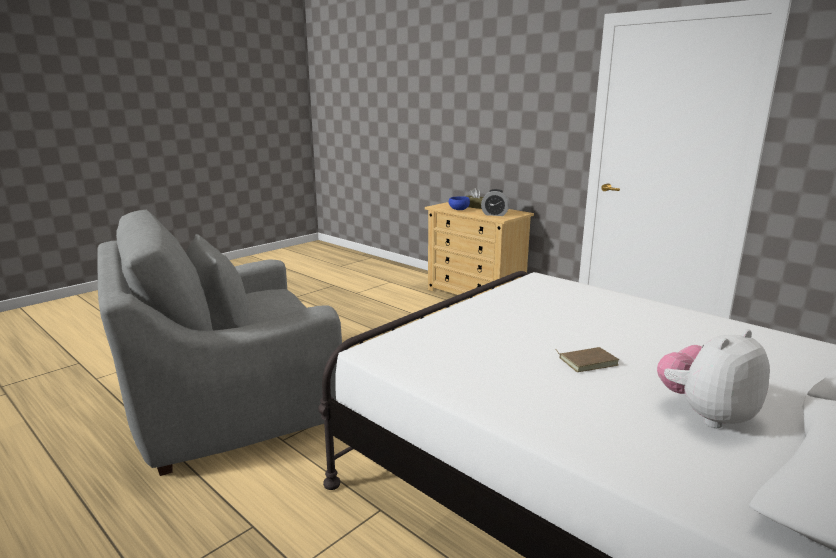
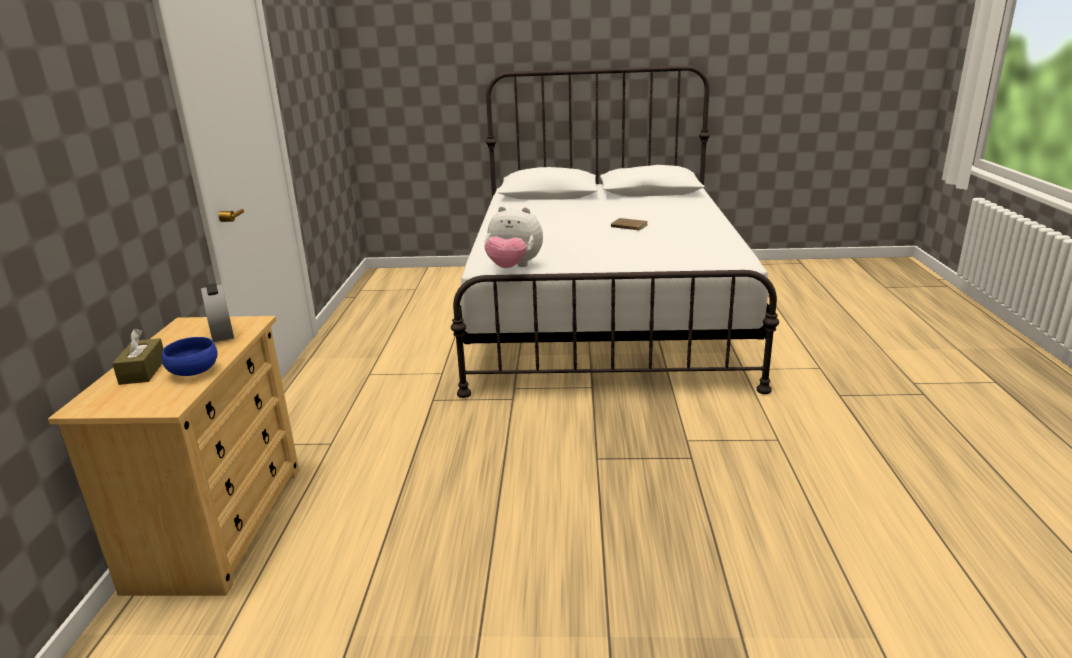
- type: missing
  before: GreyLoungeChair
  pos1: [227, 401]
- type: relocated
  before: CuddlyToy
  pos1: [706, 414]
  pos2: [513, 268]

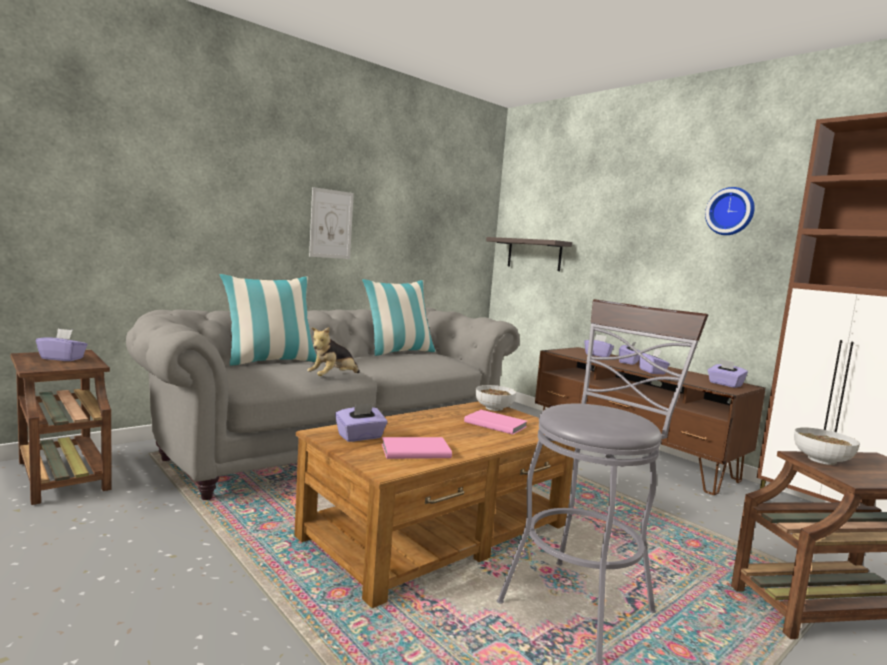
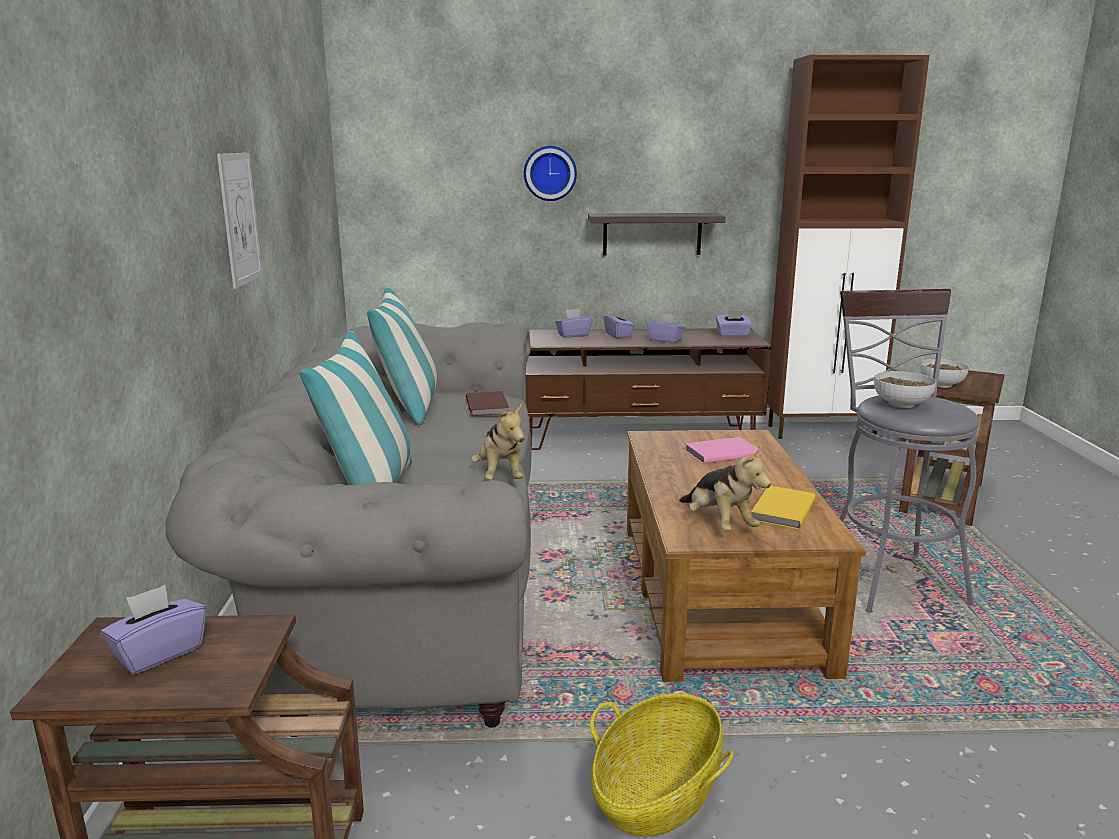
- type: relocated
  before: ClockOnTheWall
  pos1: [731, 211]
  pos2: [550, 173]
- type: relocated
  before: BracketShelf
  pos1: [534, 254]
  pos2: [652, 234]
- type: relocated
  before: ServingBowl
  pos1: [494, 408]
  pos2: [902, 404]
- type: exchanged
  before: PurpleBoxOfTissues
  after: CuddlyToy
  pos1: [360, 437]
  pos2: [719, 524]
- type: colour
  before: PinkishBoundBook
  after: YellowBoundBook
  pos1: [414, 450]
  pos2: [781, 510]
- type: appeared
  after: BrownishBoundBook
  pos2: [488, 406]
- type: appeared
  after: HouseholdBasket
  pos2: [657, 794]

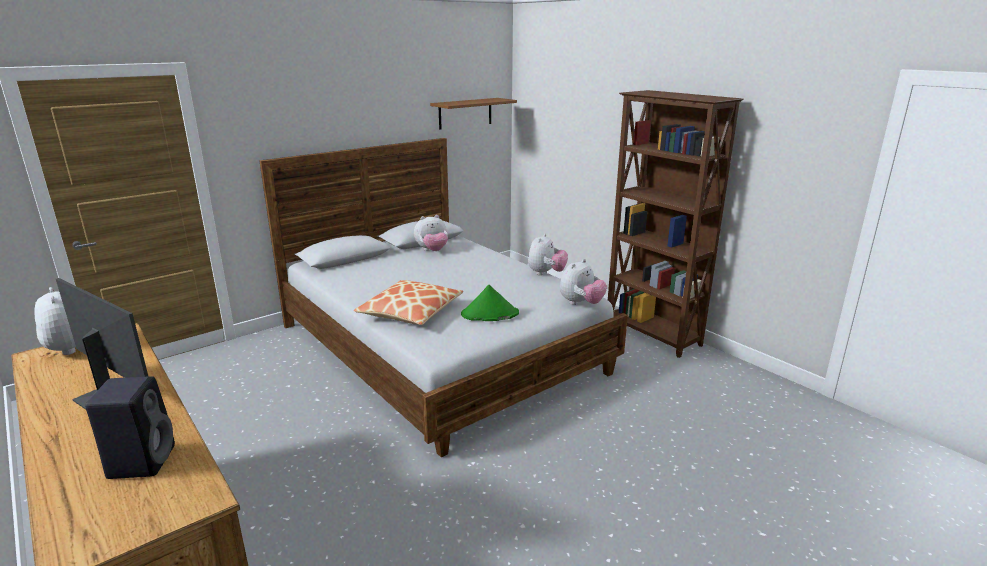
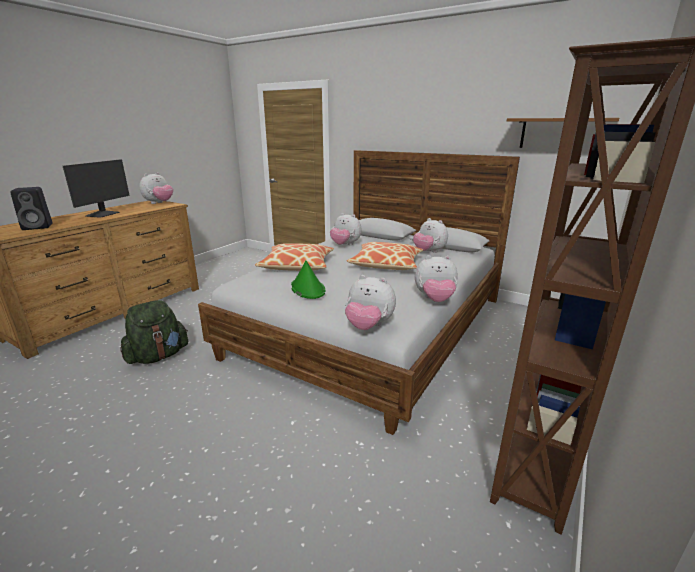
- type: appeared
  after: CuddlyToy
  pos2: [345, 245]
- type: appeared
  after: Cushion
  pos2: [386, 264]
- type: appeared
  after: GreenColouredBackpack
  pos2: [158, 356]

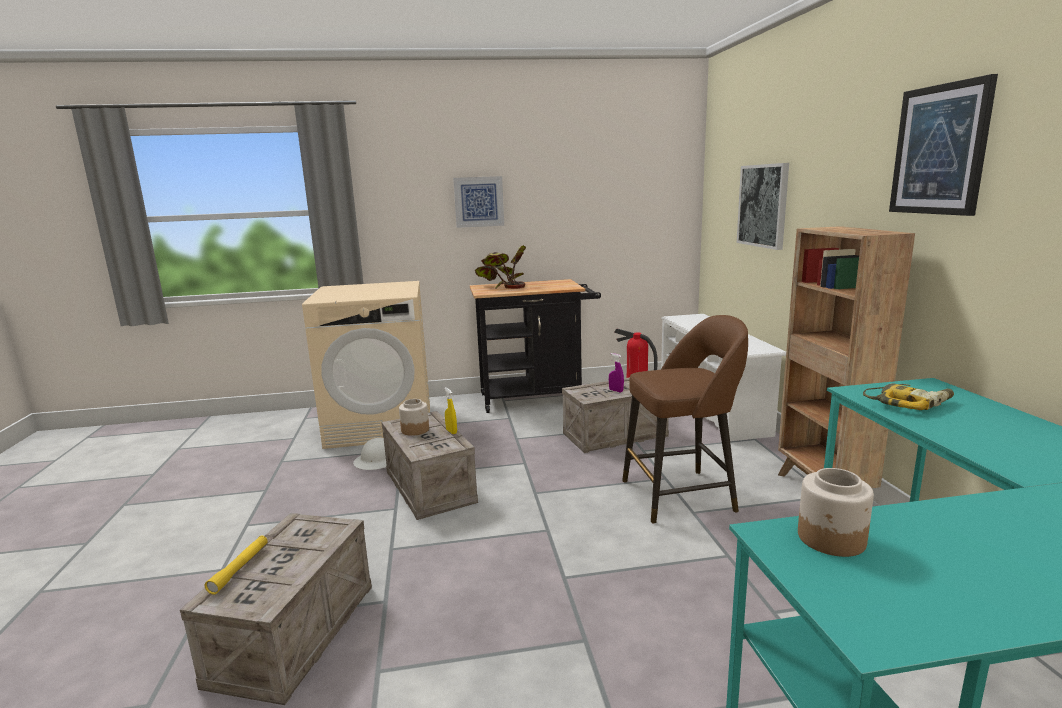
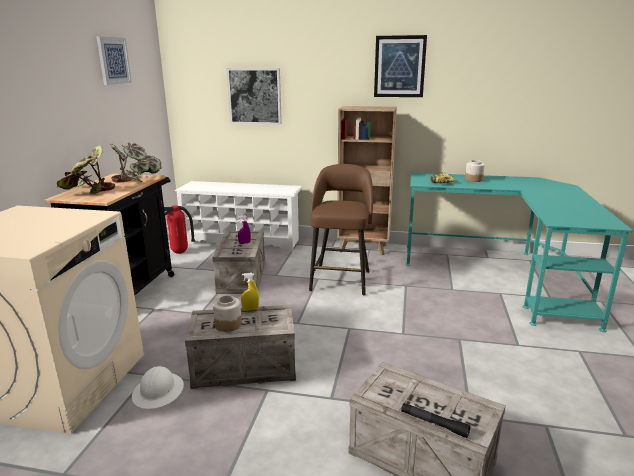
- type: relocated
  before: WallPicture
  pos1: [479, 202]
  pos2: [113, 60]
- type: relocated
  before: Jar
  pos1: [831, 539]
  pos2: [474, 180]
- type: colour
  before: YellowFlashlight
  after: BlackFlashlight
  pos1: [240, 568]
  pos2: [434, 424]
- type: appeared
  after: PlantInAPot
  pos2: [137, 179]

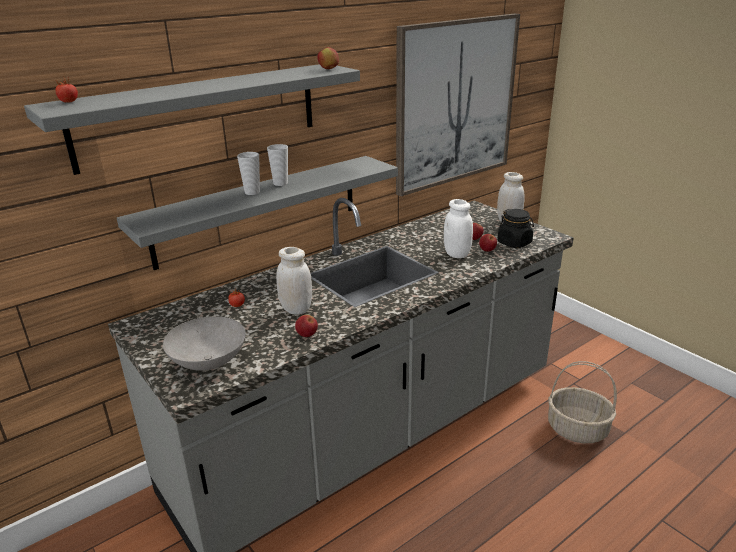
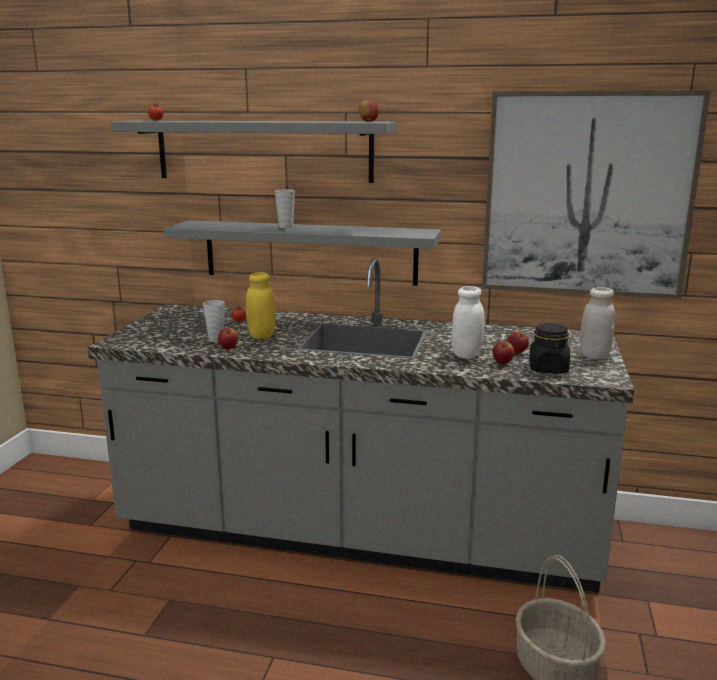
- type: relocated
  before: SmallCup
  pos1: [280, 183]
  pos2: [216, 340]
- type: colour
  before: WhiteJar
  after: YellowJar
  pos1: [296, 309]
  pos2: [261, 335]
- type: missing
  before: GreyServingBowl
  pos1: [210, 362]

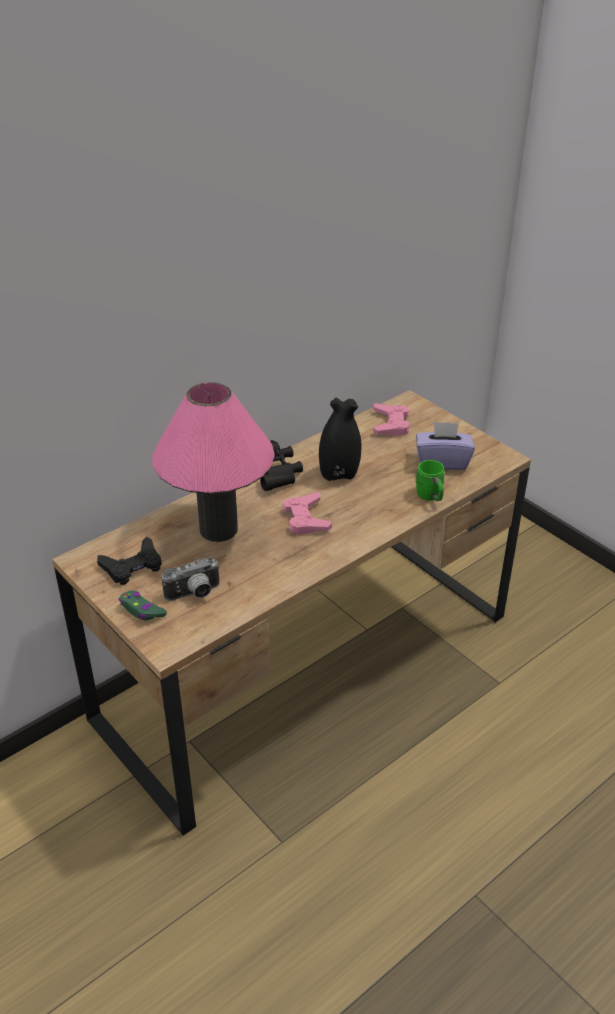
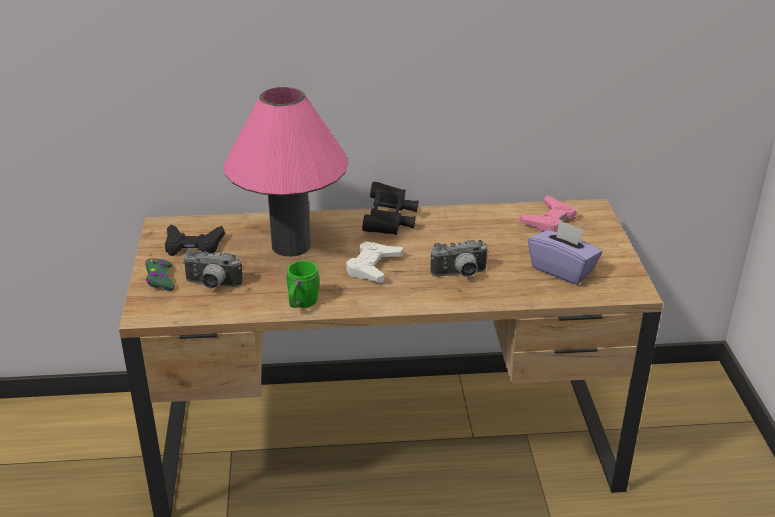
- type: missing
  before: BlackDecorativeVase
  pos1: [339, 473]
- type: relocated
  before: GreenColouredCoffeeMug
  pos1: [431, 497]
  pos2: [301, 304]
- type: colour
  before: PinkishGamepad
  after: WhiteGamepad
  pos1: [306, 518]
  pos2: [373, 266]
- type: appeared
  after: PhotoCamera
  pos2: [460, 275]

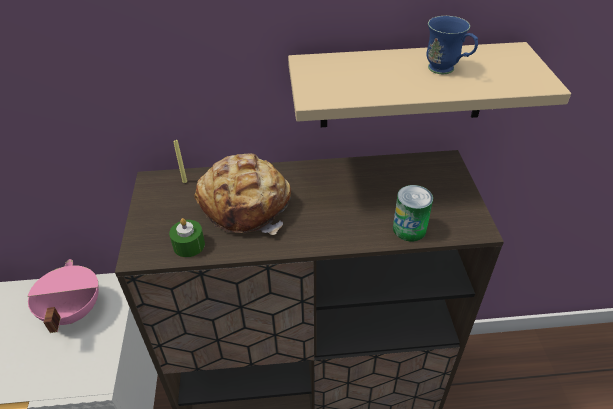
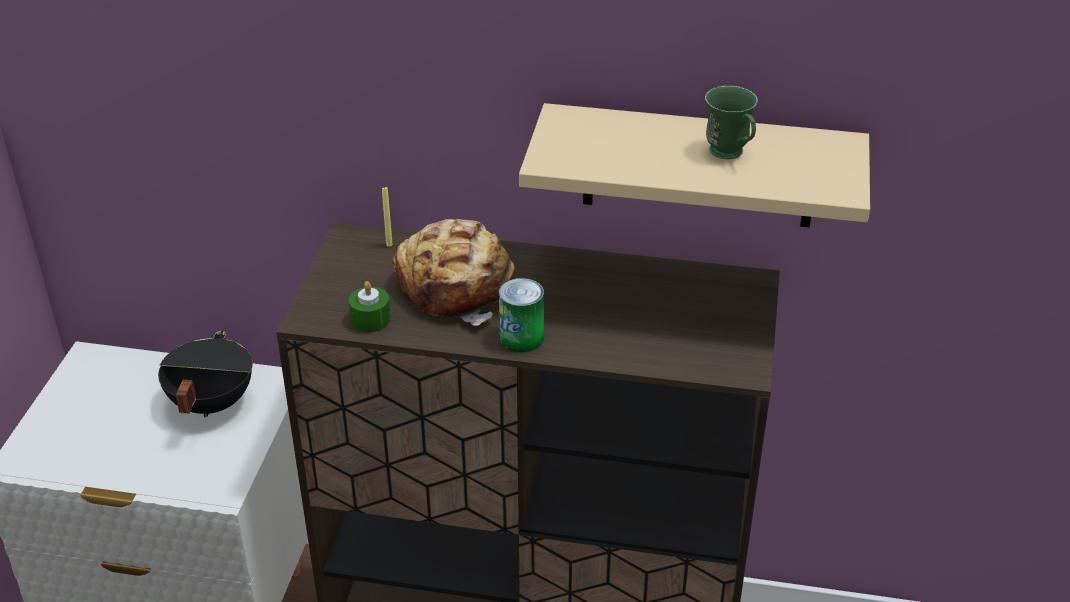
- type: colour
  before: BlueCoffeeMug
  after: GreenColouredCoffeeMug
  pos1: [446, 71]
  pos2: [731, 155]
- type: relocated
  before: SealedCan
  pos1: [409, 229]
  pos2: [521, 338]
- type: colour
  before: PinkishStockpot
  after: BlackStockpot
  pos1: [72, 311]
  pos2: [210, 403]

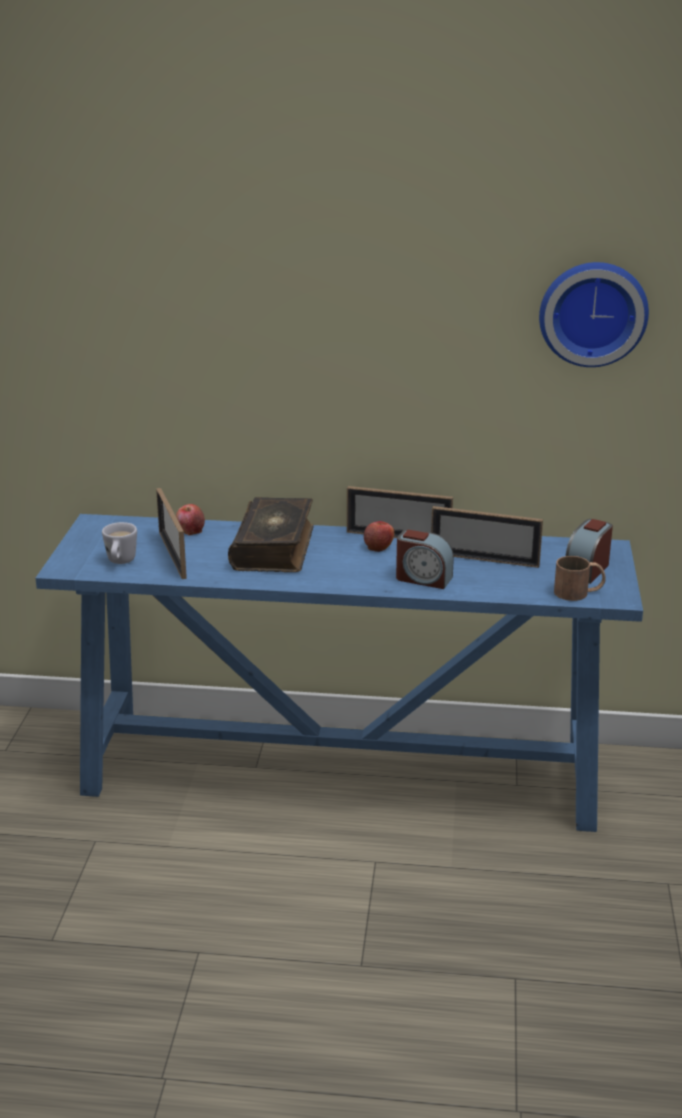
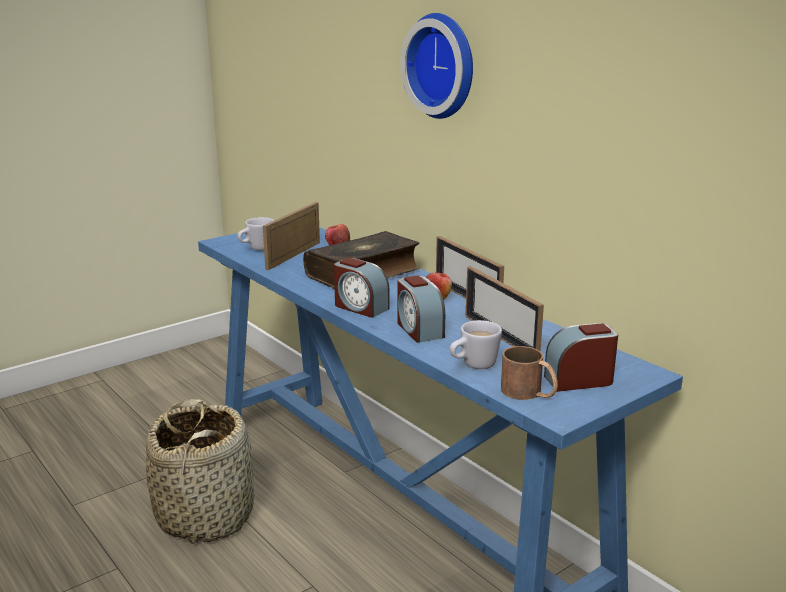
- type: relocated
  before: ClockOnTheWall
  pos1: [593, 312]
  pos2: [444, 66]
- type: appeared
  after: AlarmClock
  pos2: [360, 307]
- type: appeared
  after: WhiteCoffeeMug
  pos2: [473, 366]
- type: appeared
  after: HouseholdBasket
  pos2: [206, 515]

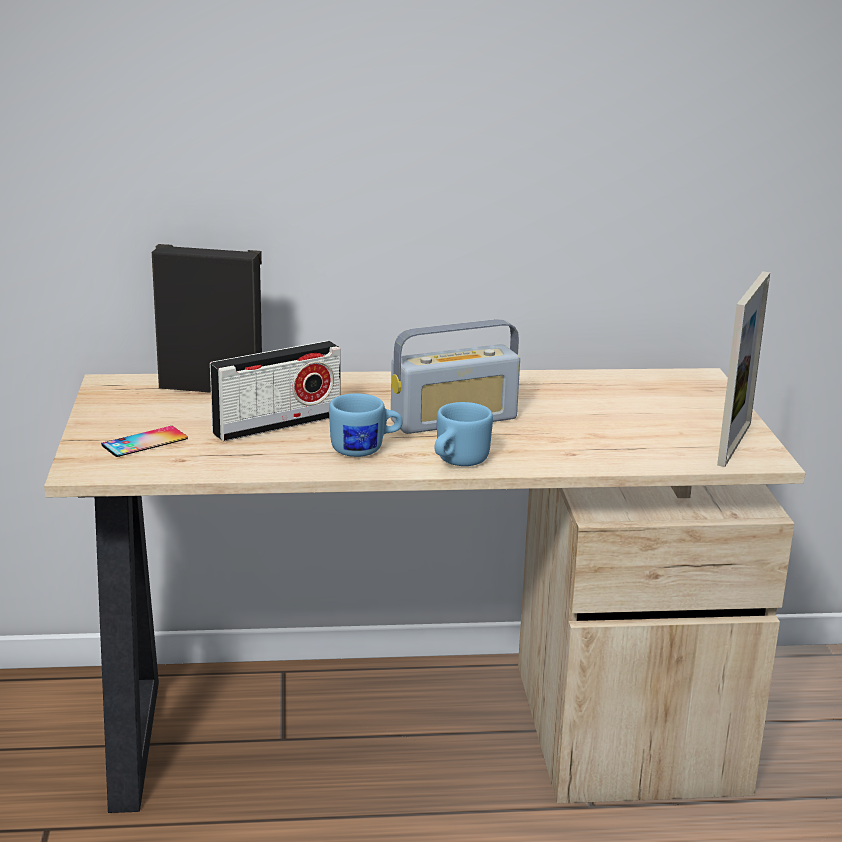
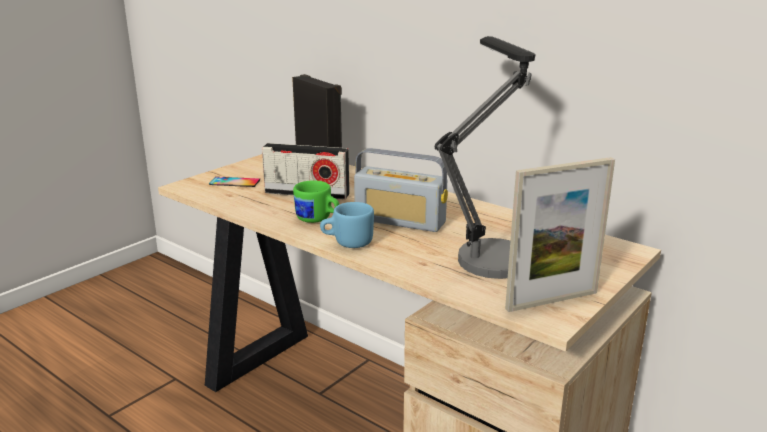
- type: colour
  before: BlueCoffeeMug
  after: GreenColouredCoffeeMug
  pos1: [365, 449]
  pos2: [318, 220]
- type: appeared
  after: LampForATable
  pos2: [490, 251]

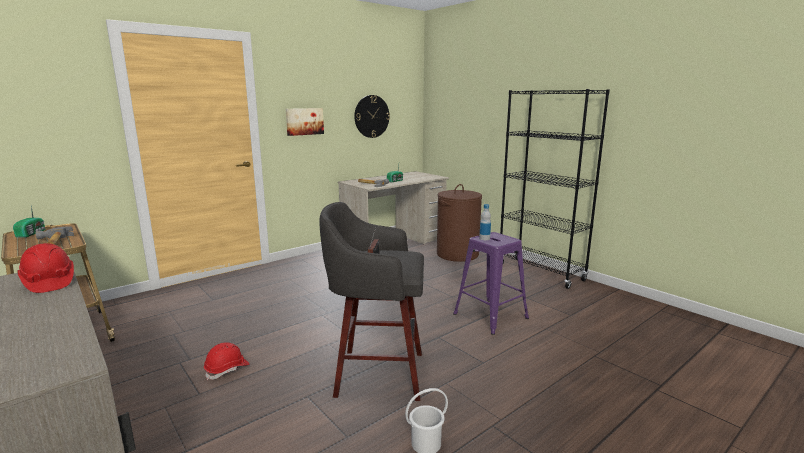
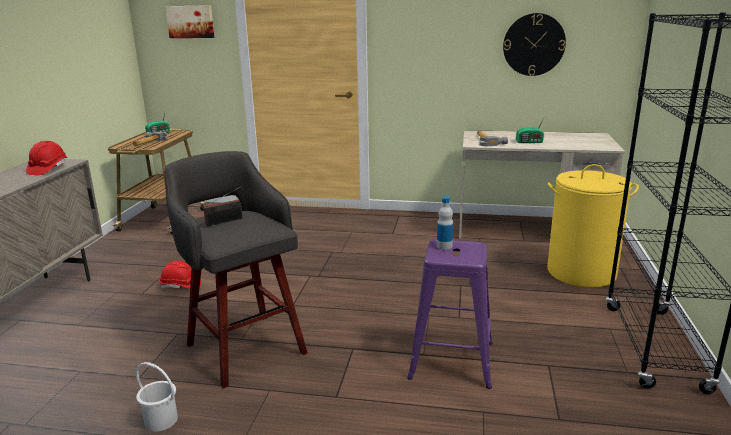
- type: relocated
  before: WallPicture
  pos1: [304, 121]
  pos2: [191, 21]
- type: colour
  before: BrownishWashingBasket
  after: YellowWashingBasket
  pos1: [457, 254]
  pos2: [581, 272]

